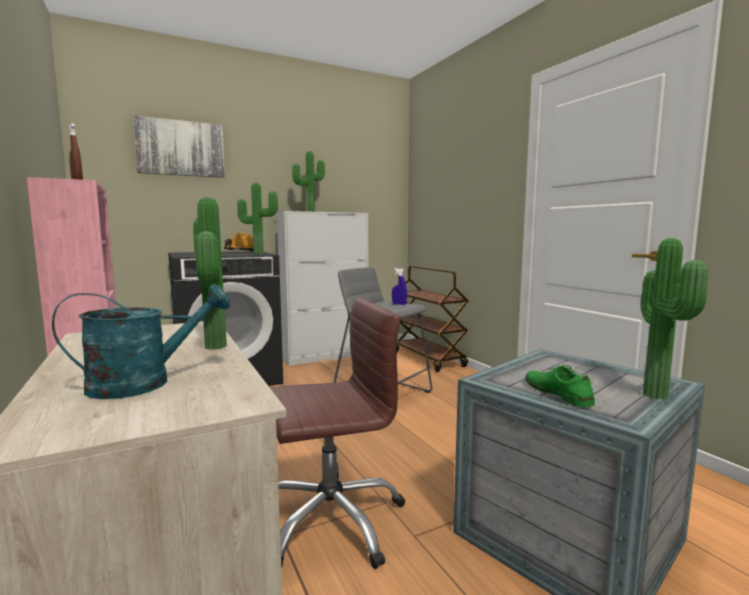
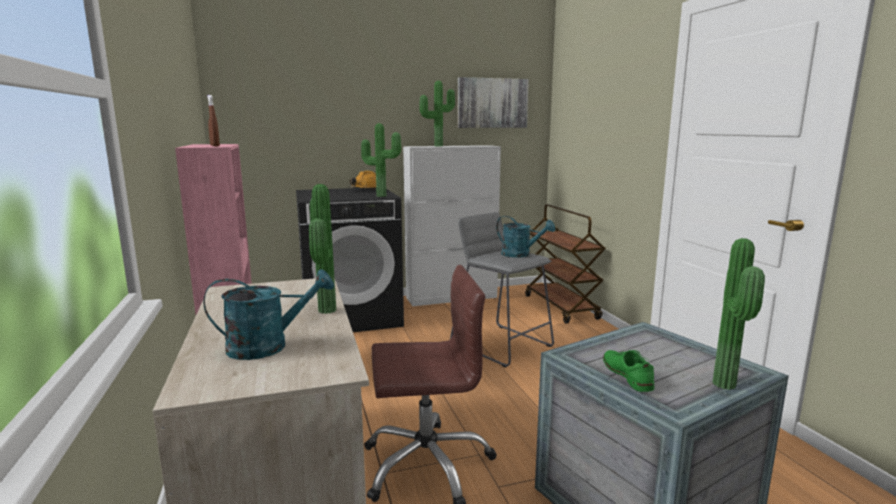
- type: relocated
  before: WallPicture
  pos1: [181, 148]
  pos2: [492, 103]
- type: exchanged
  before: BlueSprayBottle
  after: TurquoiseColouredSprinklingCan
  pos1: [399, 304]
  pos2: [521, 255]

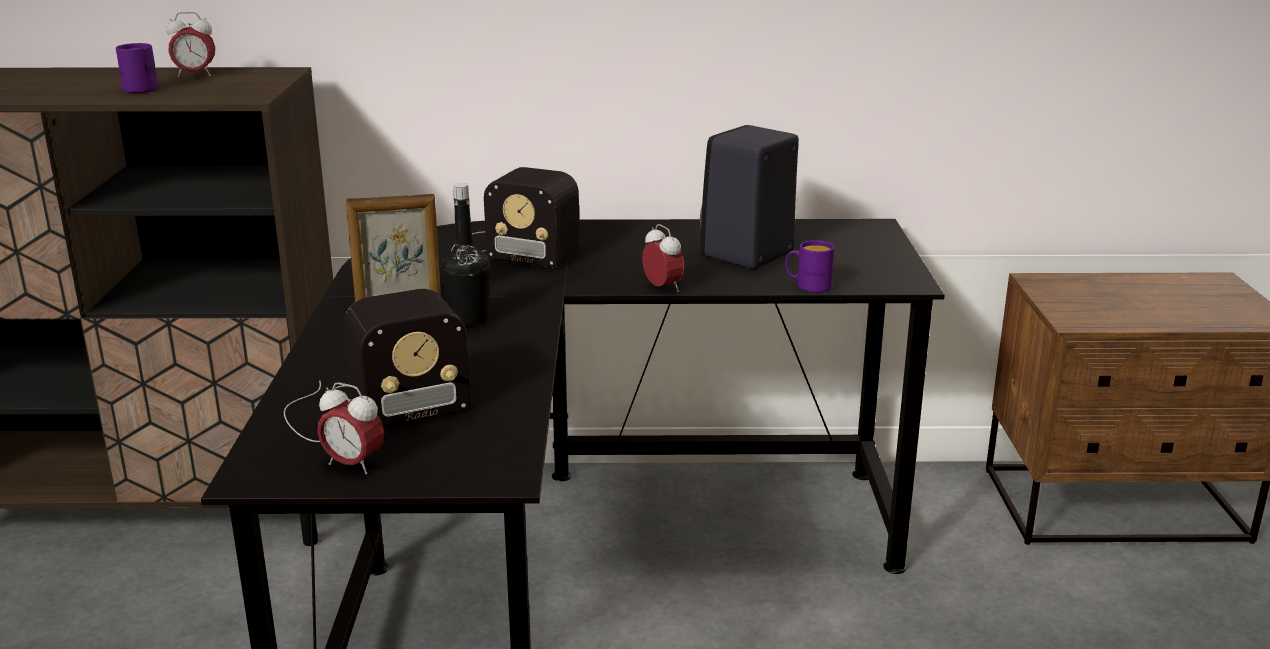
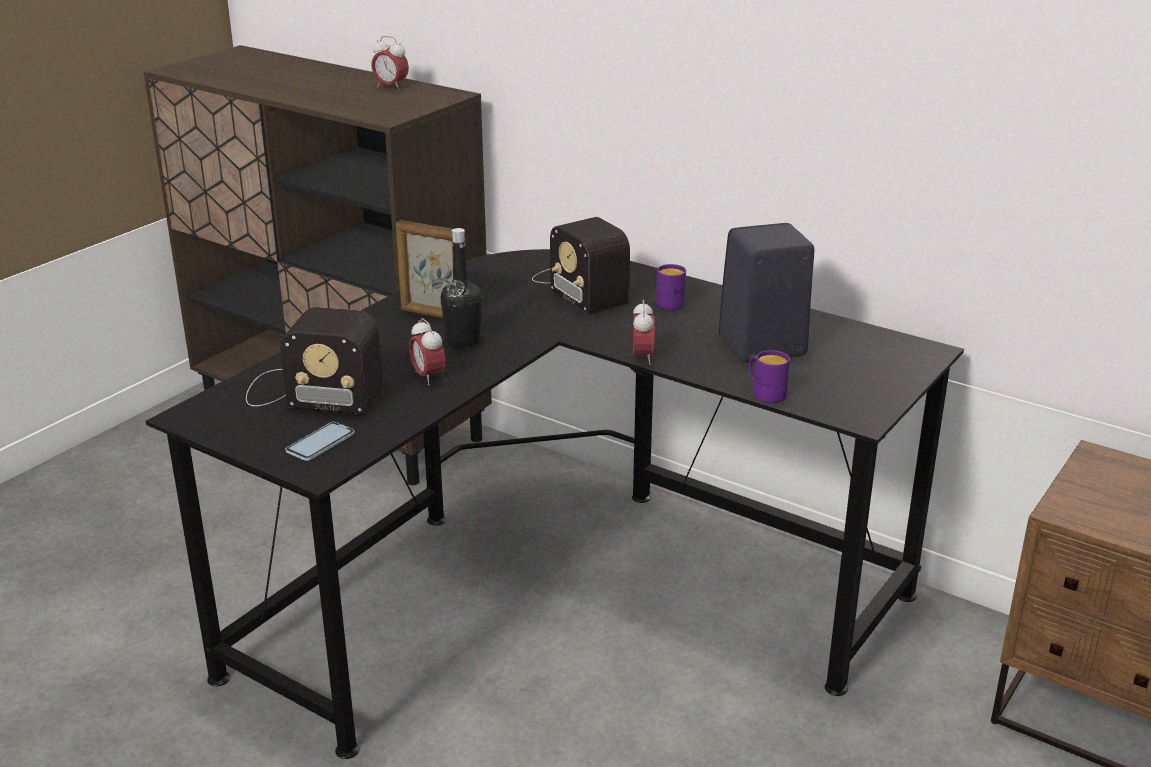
- type: relocated
  before: PurpleCoffeeMug
  pos1: [140, 88]
  pos2: [671, 301]
- type: relocated
  before: AlarmClock
  pos1: [353, 465]
  pos2: [428, 377]
- type: appeared
  after: Telephone
  pos2: [320, 443]

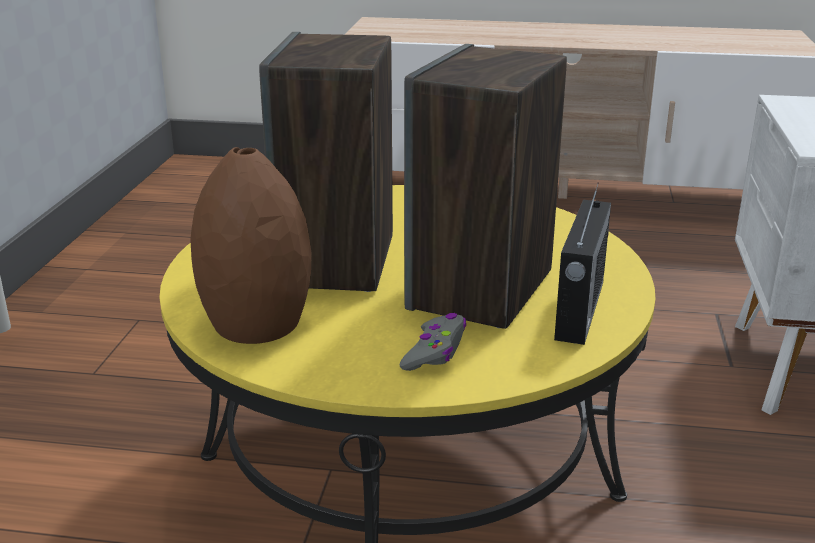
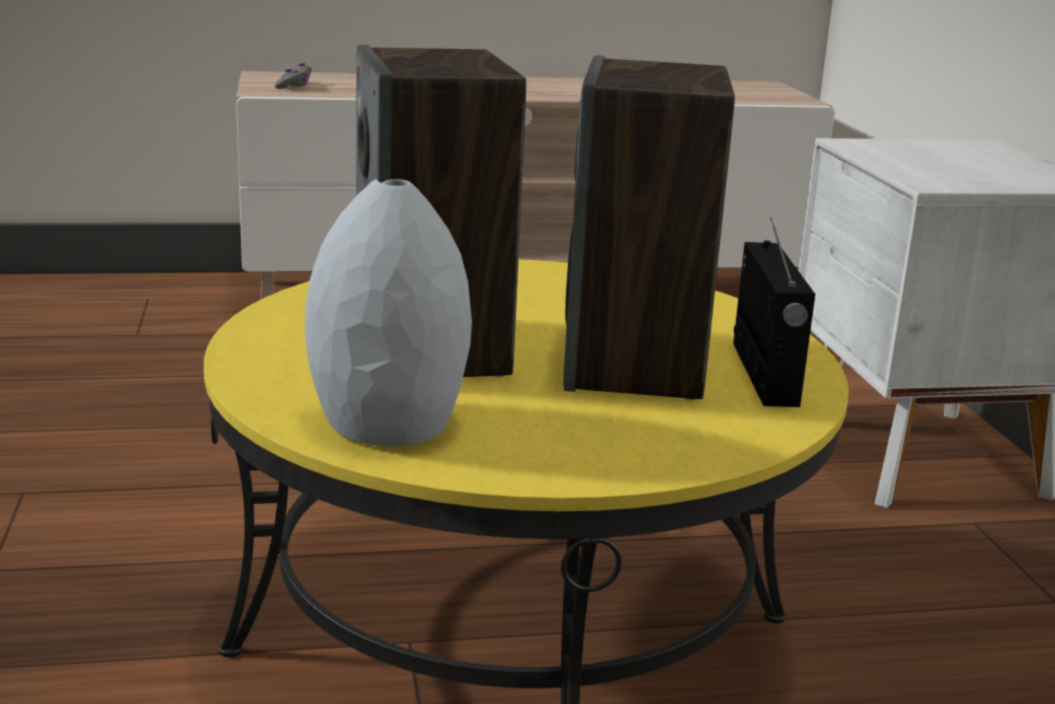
- type: colour
  before: BrownishDecorativeVase
  after: GreyDecorativeVase
  pos1: [254, 325]
  pos2: [387, 426]
- type: relocated
  before: GreyGamepad
  pos1: [435, 352]
  pos2: [293, 85]

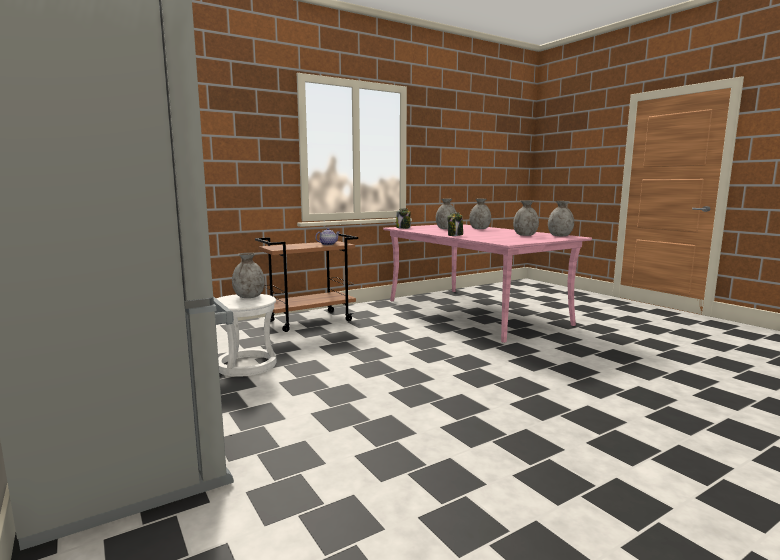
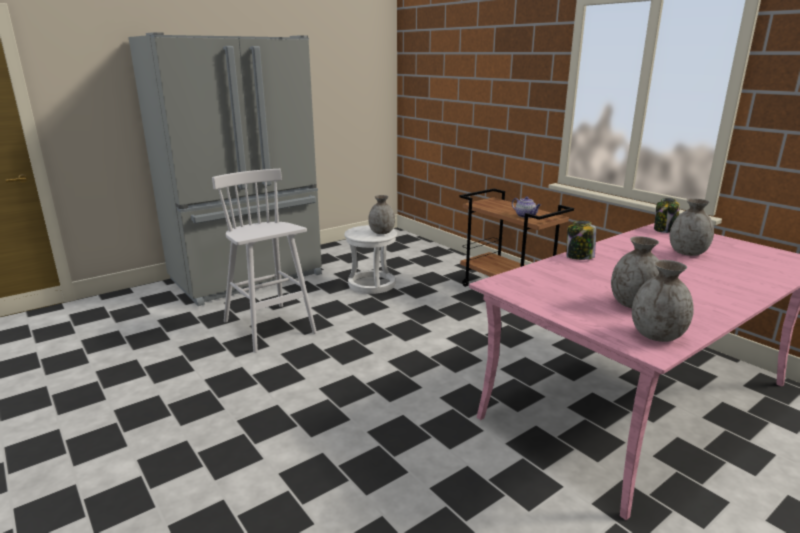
- type: missing
  before: GreyDecorativeVase
  pos1: [479, 229]
- type: appeared
  after: WhiteStoolSeat
  pos2: [270, 328]

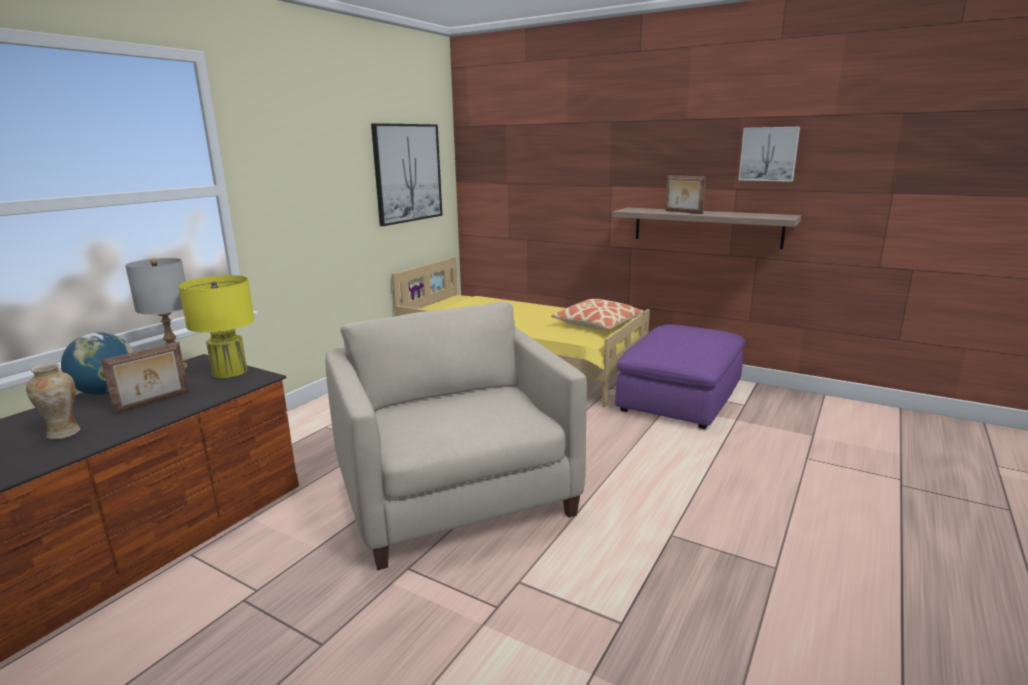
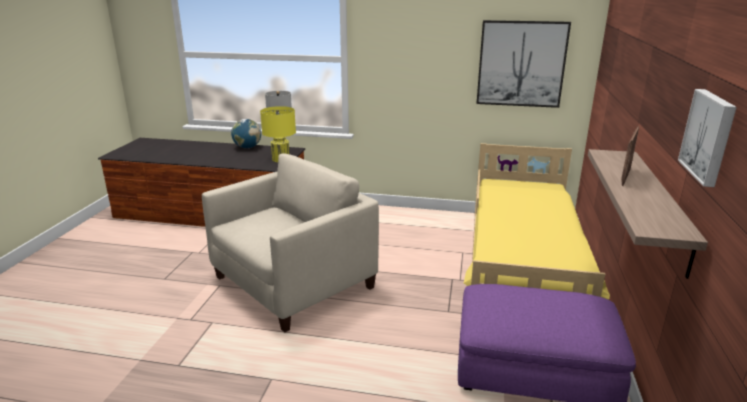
- type: missing
  before: Cushion
  pos1: [598, 324]
- type: missing
  before: StandingFrame
  pos1: [153, 402]
- type: missing
  before: DecorativeVase
  pos1: [63, 433]

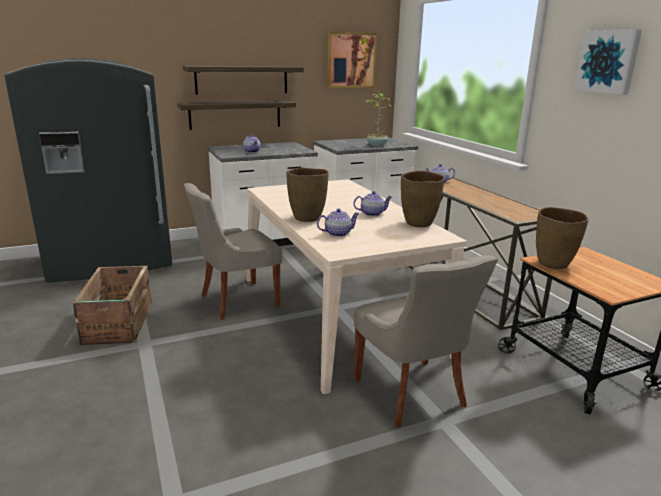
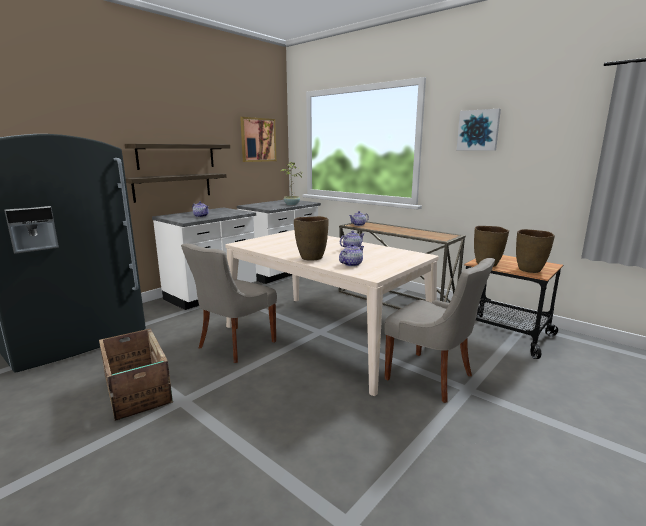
- type: relocated
  before: BrownishDecorativeVase
  pos1: [419, 223]
  pos2: [530, 270]

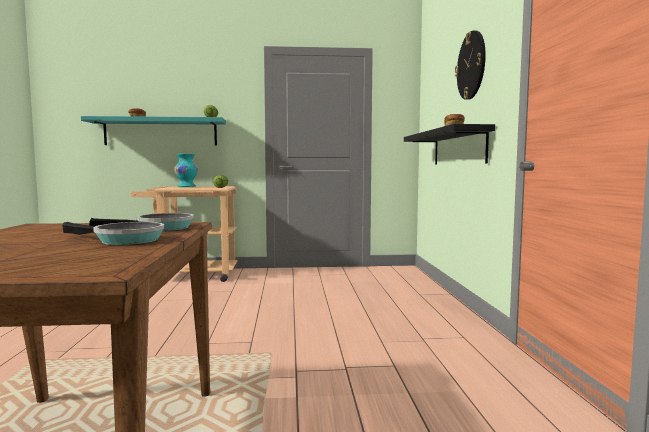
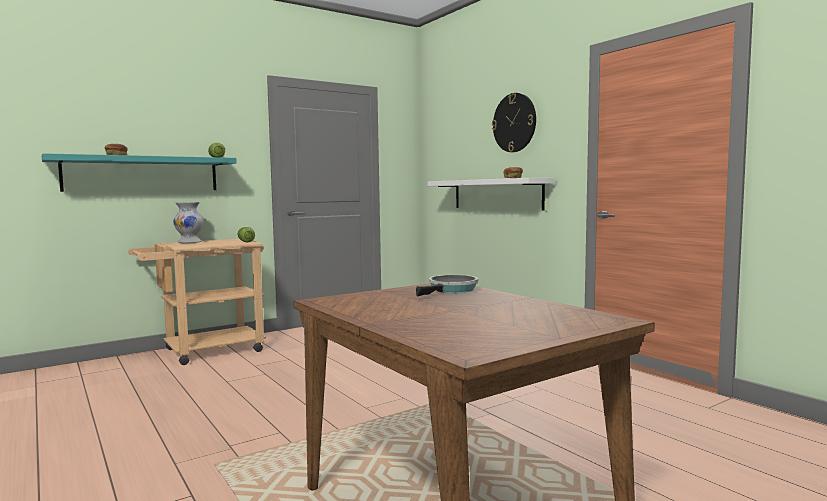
- type: colour
  before: BlackBracketShelf
  after: WhiteBracketShelf
  pos1: [458, 148]
  pos2: [496, 194]
- type: colour
  before: TurquoiseColouredDecorativeVase
  after: WhiteDecorativeVase
  pos1: [187, 186]
  pos2: [190, 242]
- type: missing
  before: FryingPan
  pos1: [124, 240]

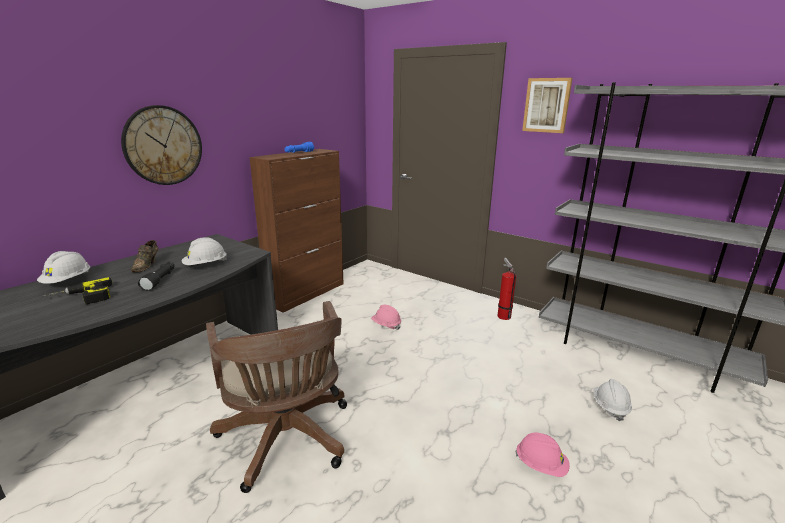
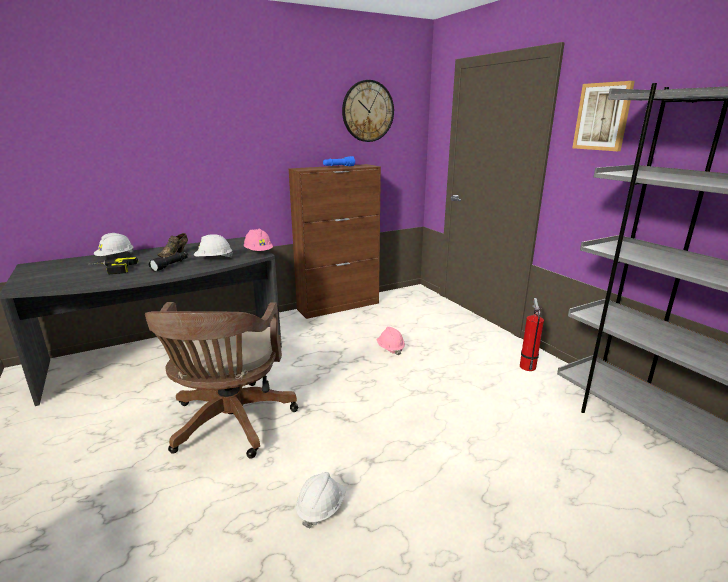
- type: relocated
  before: ClockOnTheWall
  pos1: [163, 145]
  pos2: [368, 111]
- type: relocated
  before: WhiteHardHat
  pos1: [610, 407]
  pos2: [321, 508]
- type: relocated
  before: PinkishHardHat
  pos1: [541, 465]
  pos2: [259, 252]

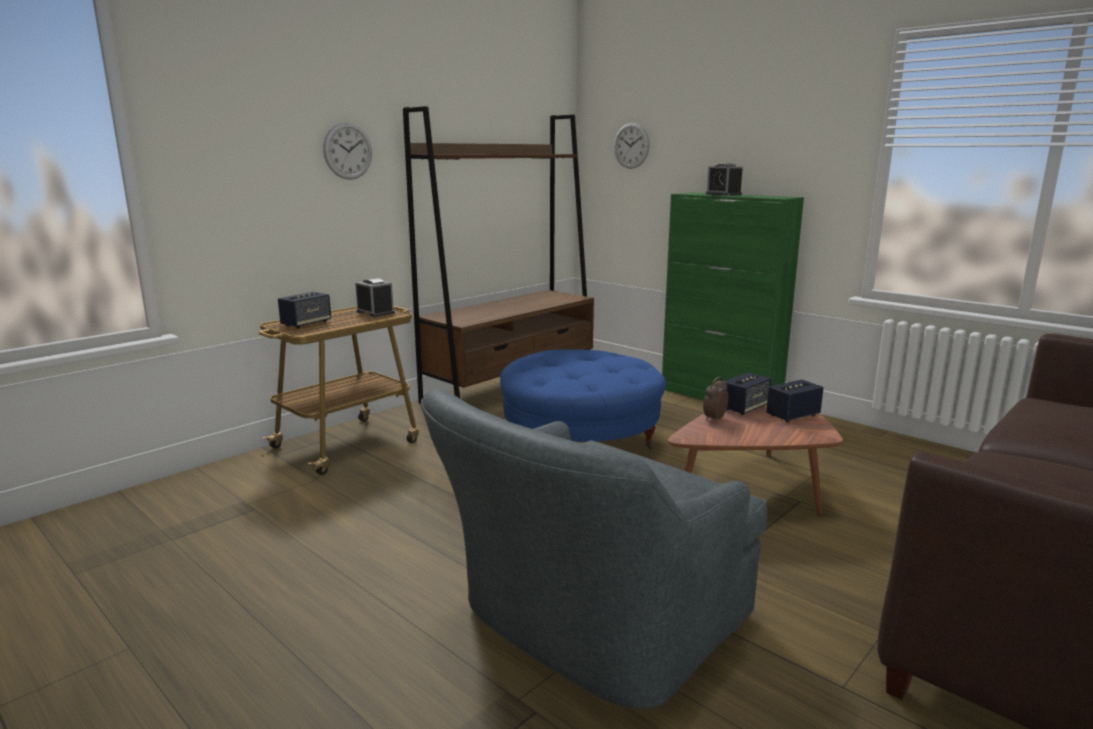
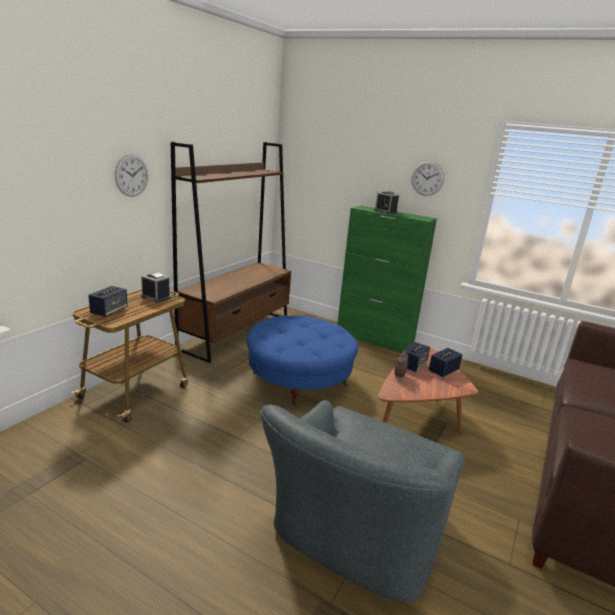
- type: relocated
  before: ClockOnTheWall
  pos1: [631, 145]
  pos2: [427, 178]

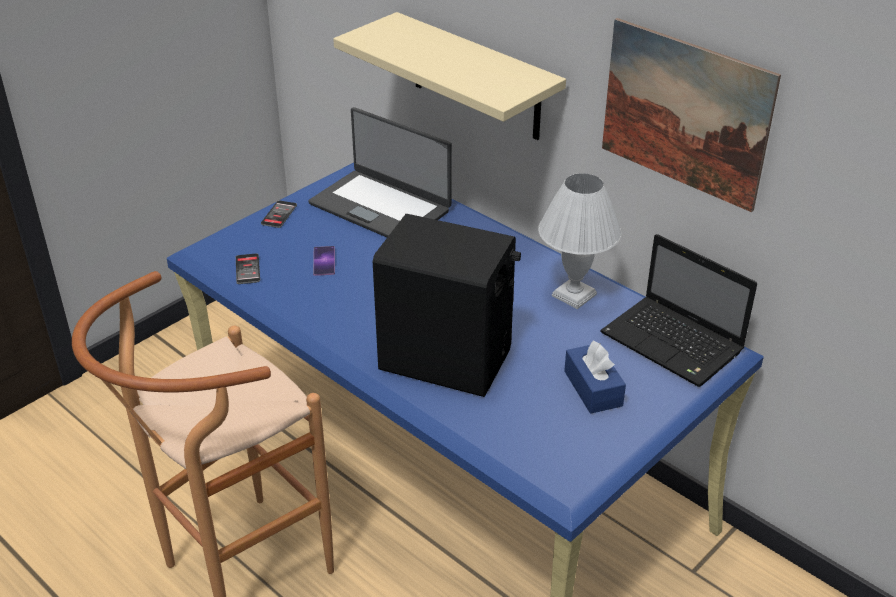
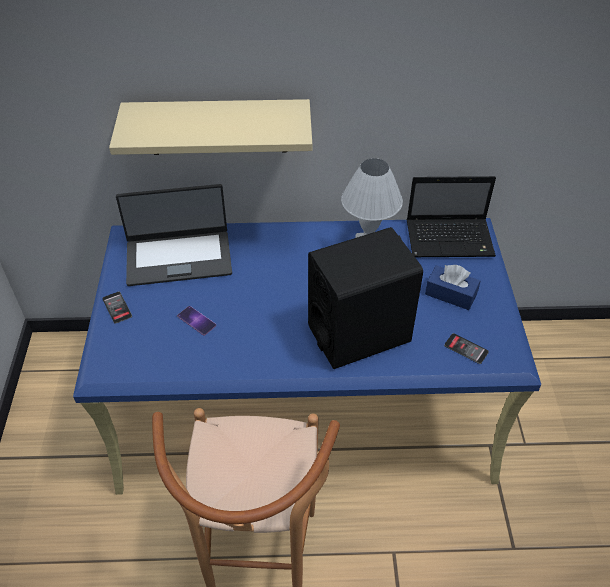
- type: missing
  before: WallPicture
  pos1: [685, 113]
- type: relocated
  before: Telephone
  pos1: [247, 269]
  pos2: [466, 349]

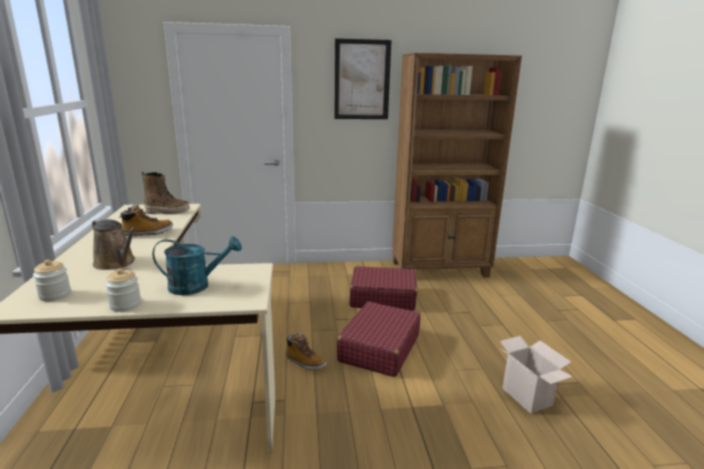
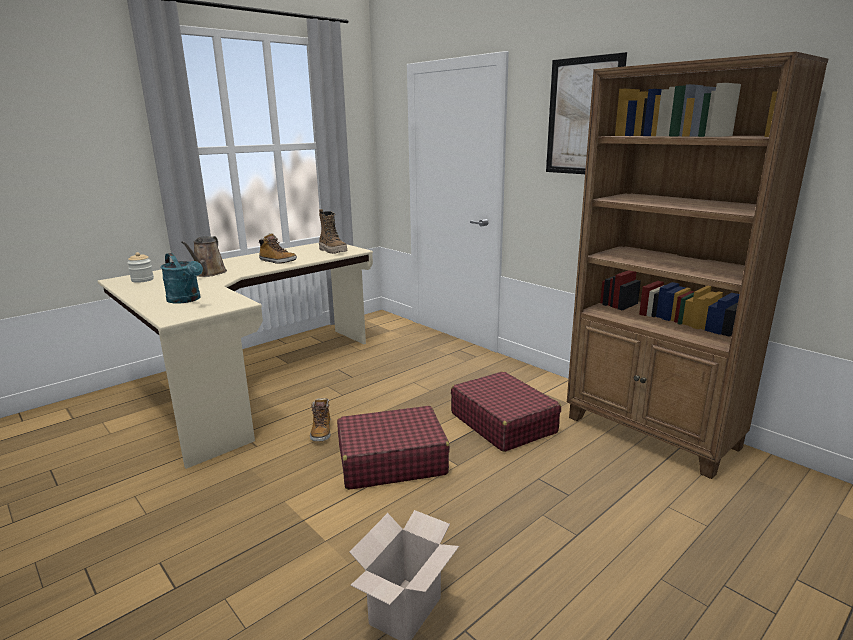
- type: missing
  before: Jar
  pos1: [125, 305]

